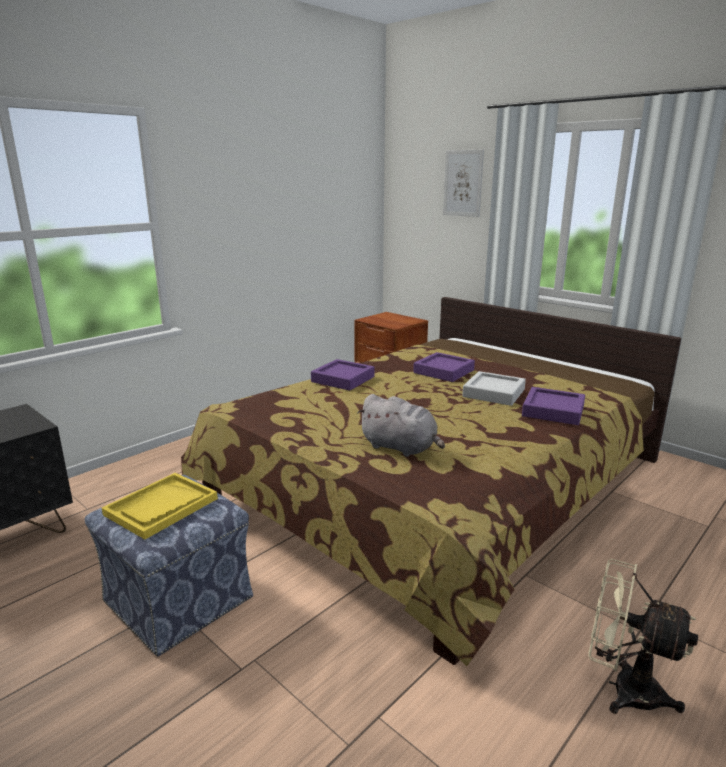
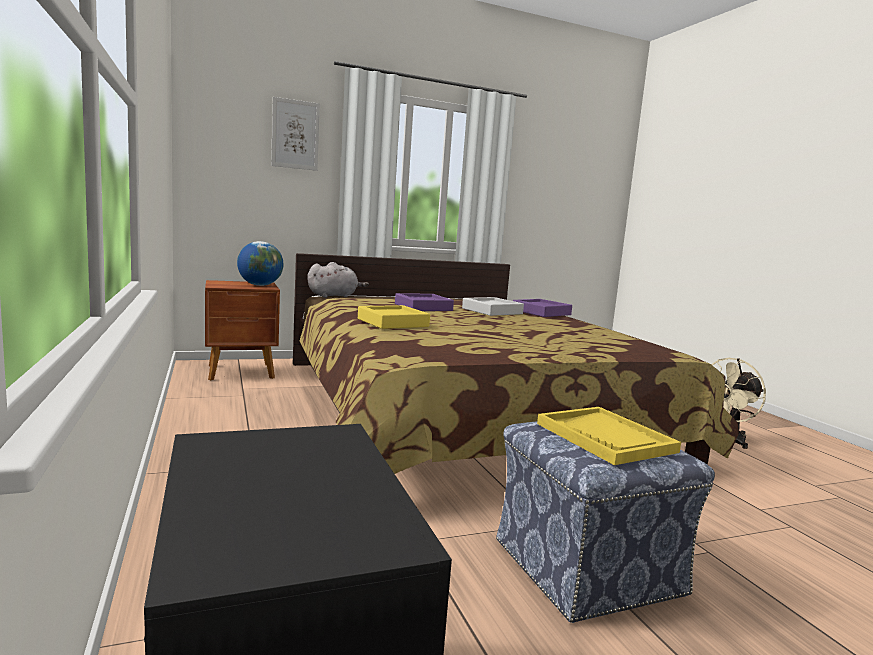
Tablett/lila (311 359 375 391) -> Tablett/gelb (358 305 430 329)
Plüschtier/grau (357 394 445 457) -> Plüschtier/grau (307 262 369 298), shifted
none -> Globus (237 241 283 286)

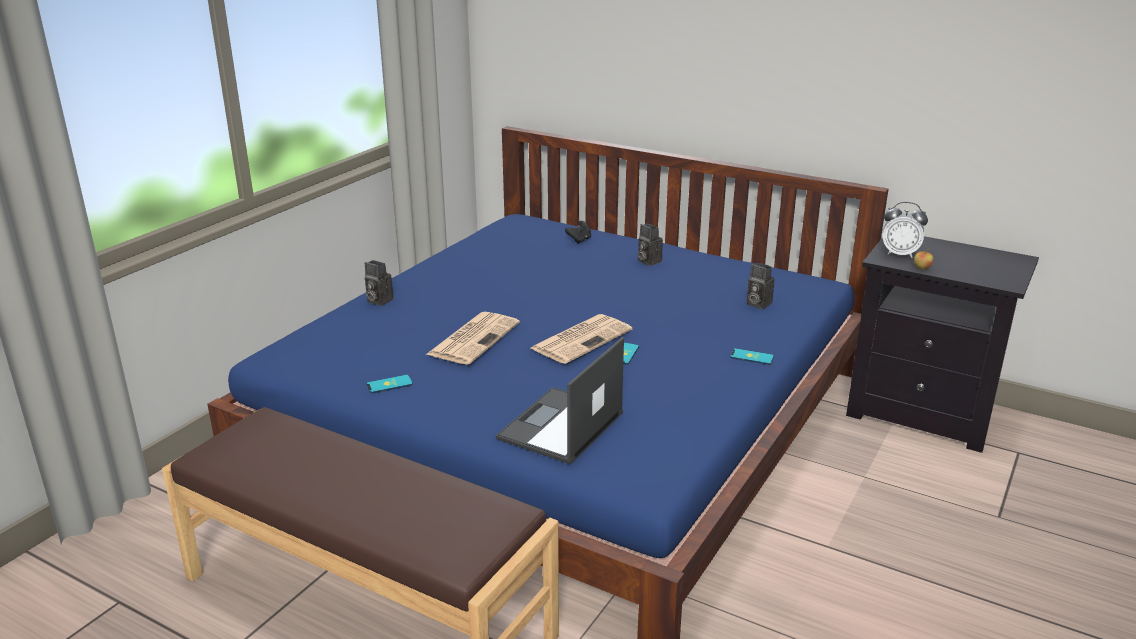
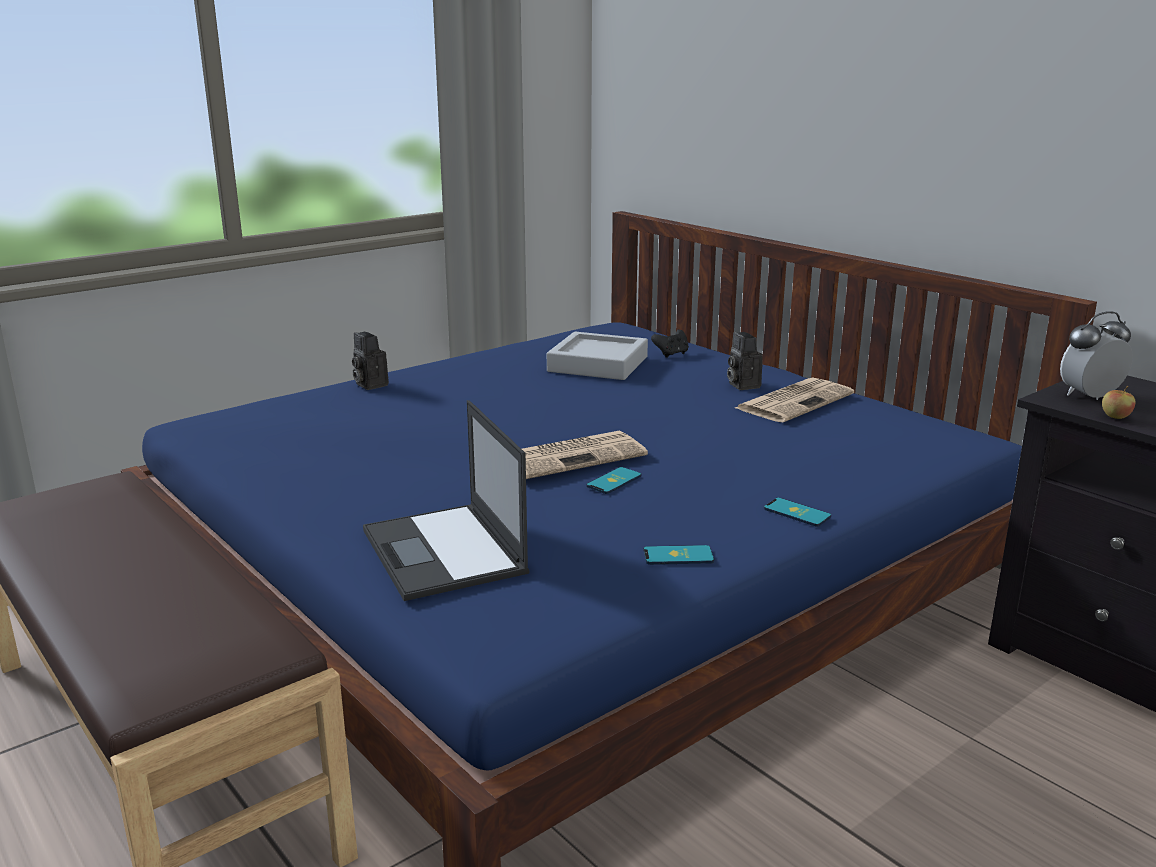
Wecker (883 202 928 258) -> Wecker (1060 311 1133 400), 120 degrees clockwise
Kamera (747 263 775 309) -> none
Zeitung (426 312 520 365) -> Zeitung (735 378 854 422), shifted
Laptop (496 337 624 464) -> Laptop (363 400 530 601), 75 degrees counterclockwise
Handy (367 375 413 393) -> Handy (644 545 714 565), shifted
none -> Tablett/grau (547 332 648 380)

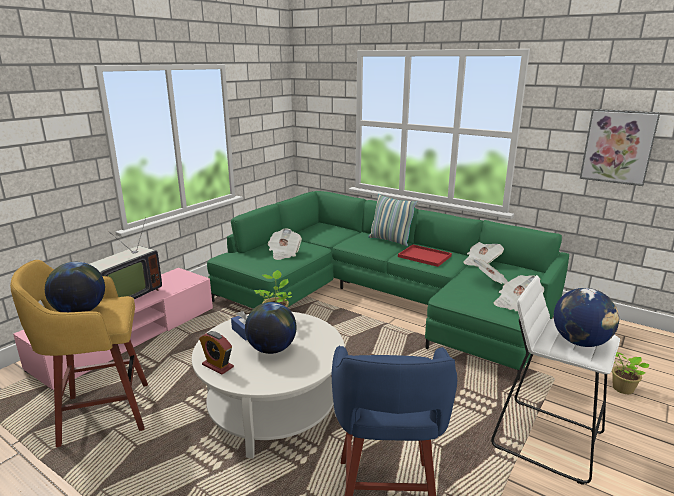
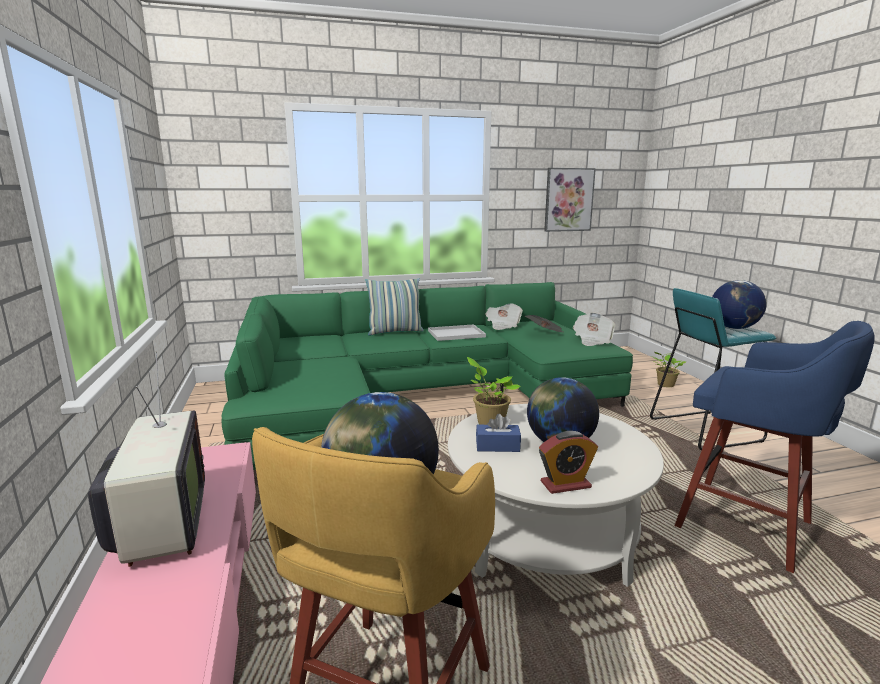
Zeitung (268 228 302 260) -> none
Tablett/rot (398 245 452 267) -> Tablett/weiß (428 324 486 341)
Hocker/weiß (491 275 620 485) -> Hocker/türkis (650 288 776 450)

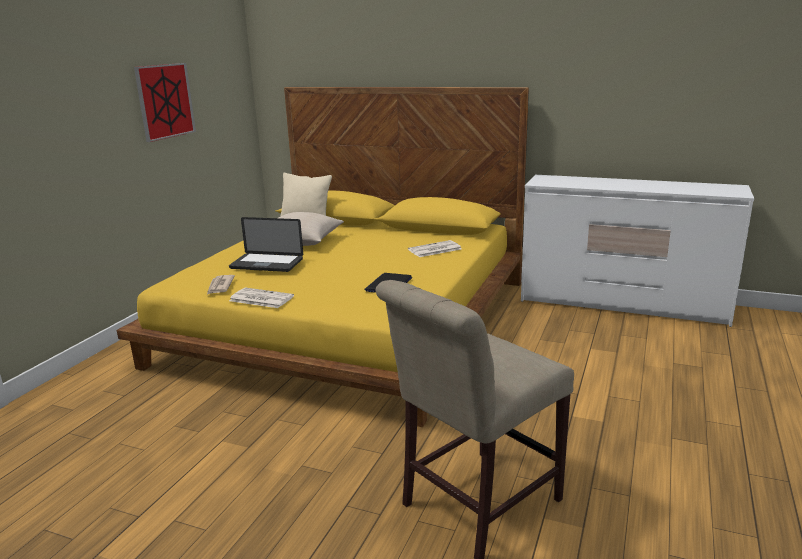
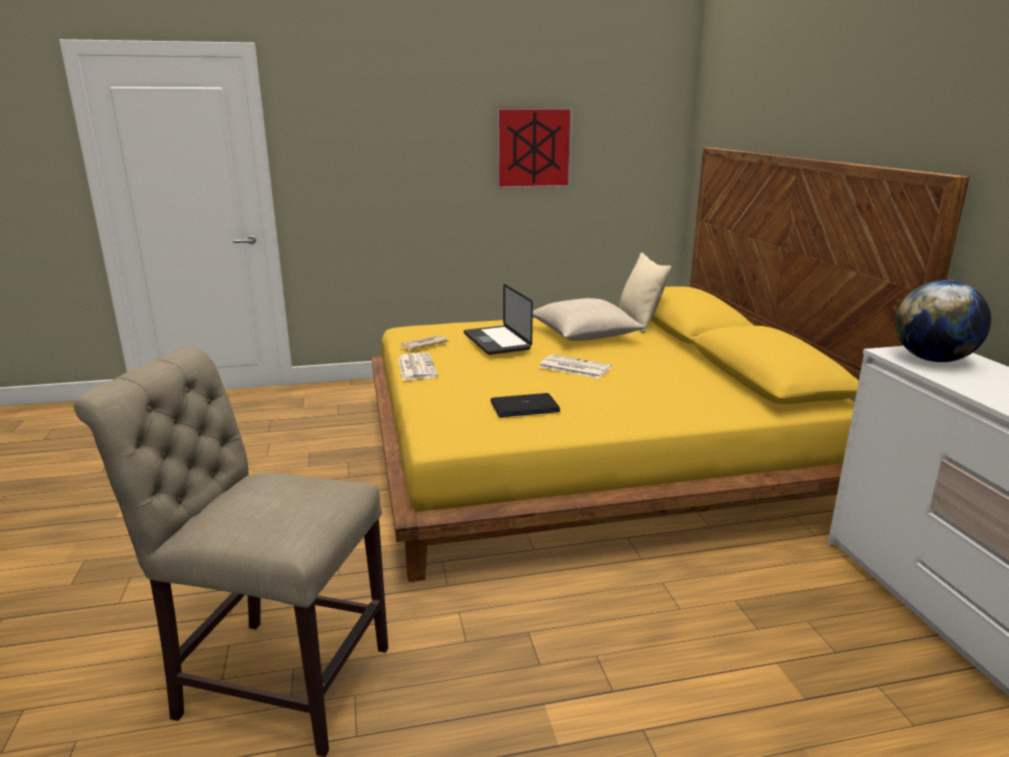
Zeitung (408 240 461 257) -> Zeitung (539 354 612 379), shifted
none -> Globus (895 280 991 362)

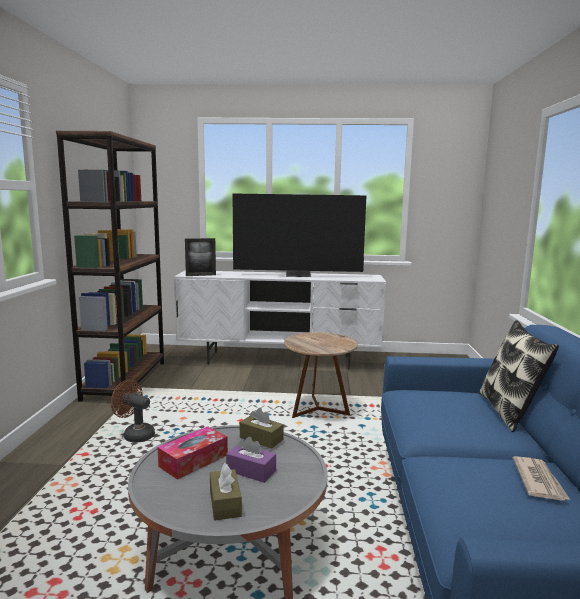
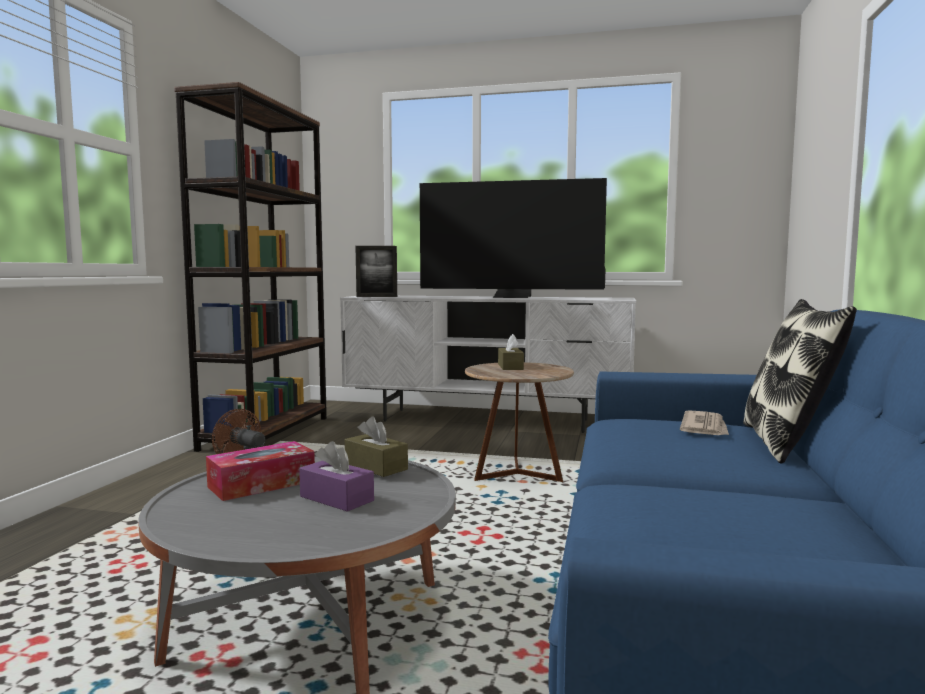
Zeitung (513 456 570 501) -> Zeitung (680 410 729 435), shifted
Taschentuchbox/braun (210 463 242 521) -> Taschentuchbox/braun (498 334 524 370), shifted

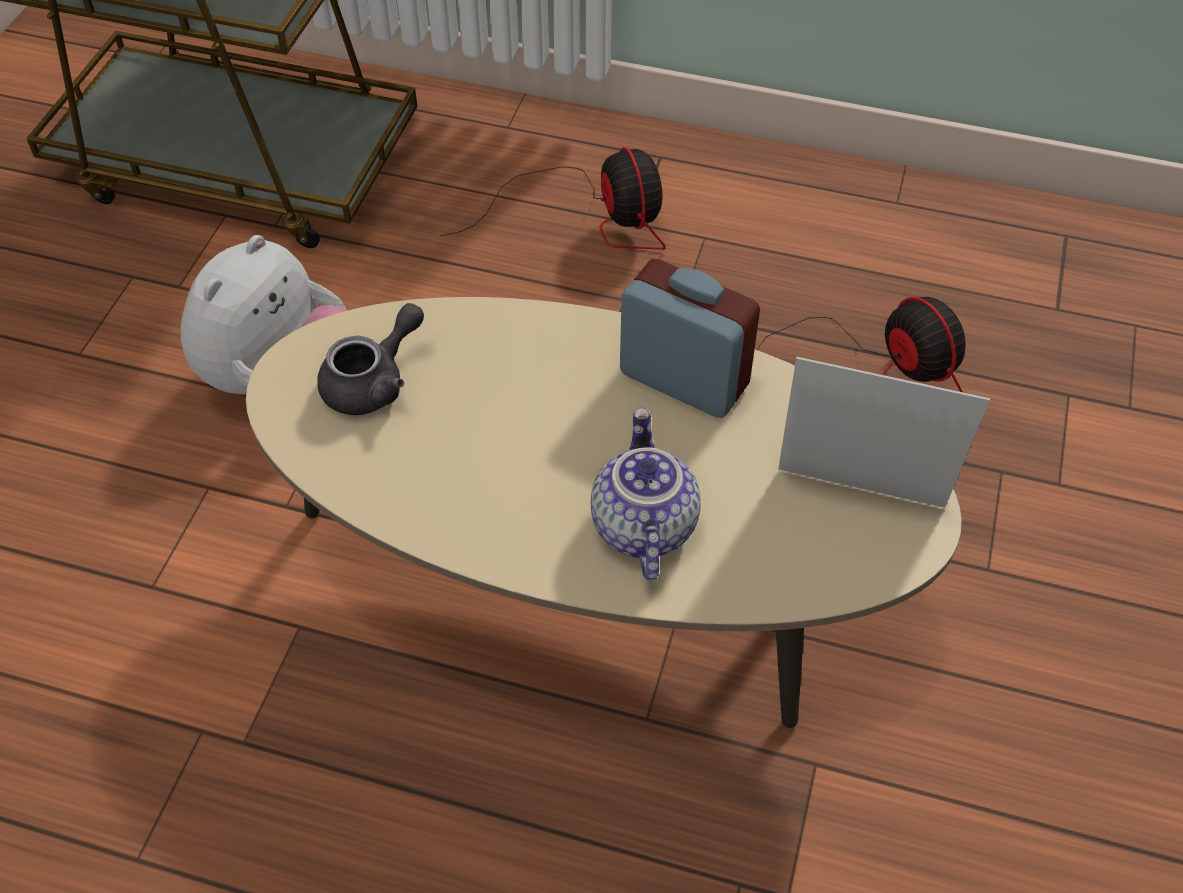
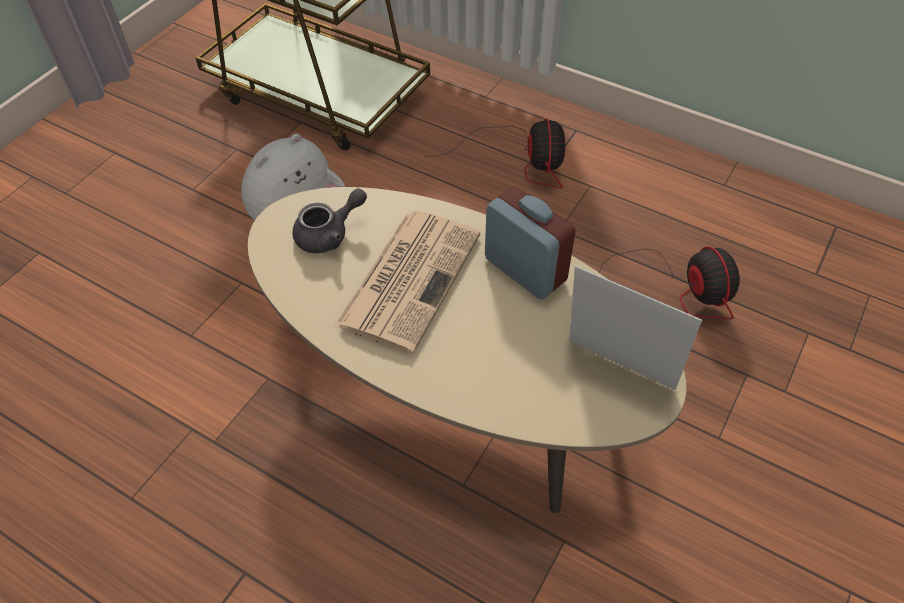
Teekanne (591 408 701 580) -> none
none -> Zeitung (334 211 480 354)

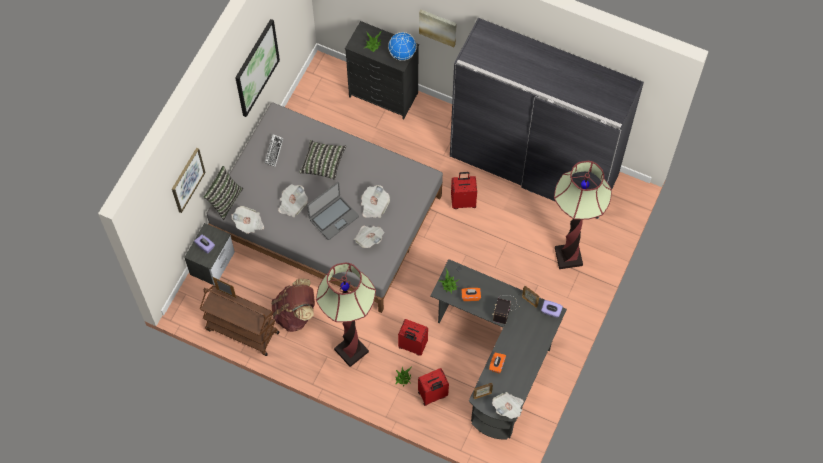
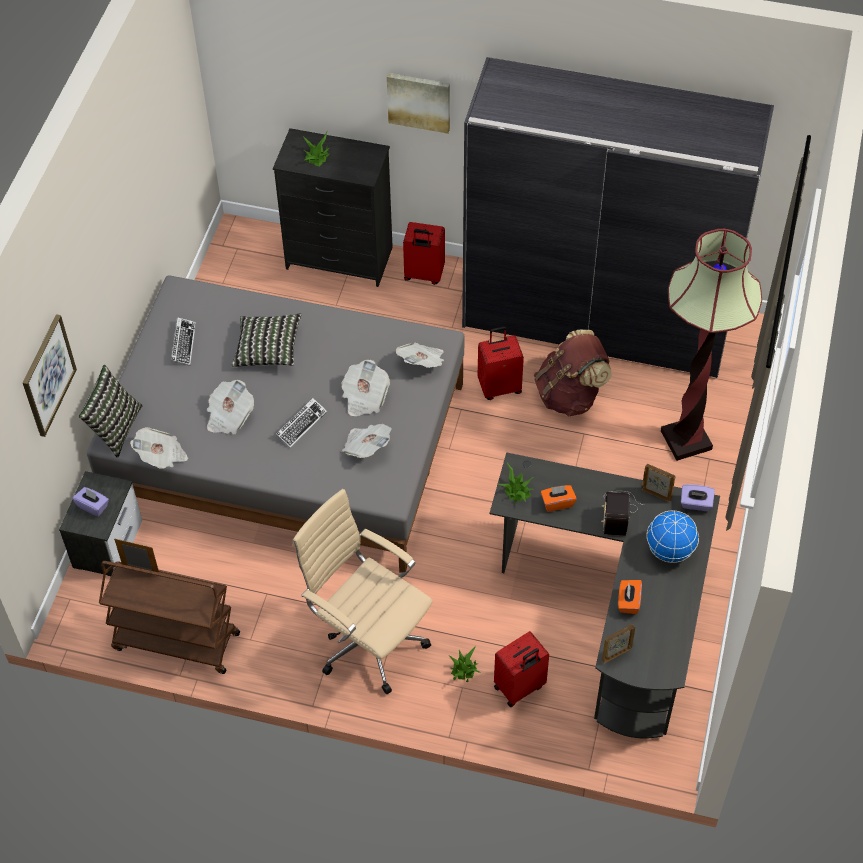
Bild (235 19 280 117) -> none
Globus (388 32 417 61) -> Globus (646 510 699 563), shifted
Laptop (307 182 359 240) -> Tastatur (276 398 327 448)
Stehlampe (316 262 376 367) -> Bürostuhl/beige (293 489 433 694)
Rucksack/braun (271 279 315 332) -> Rucksack/braun (534 330 612 416), shifted
Koffer/rot (398 319 428 356) -> Koffer/rot (403 222 445 285), shifted
Zeitung (492 392 524 419) -> Zeitung (396 343 444 368), shifted

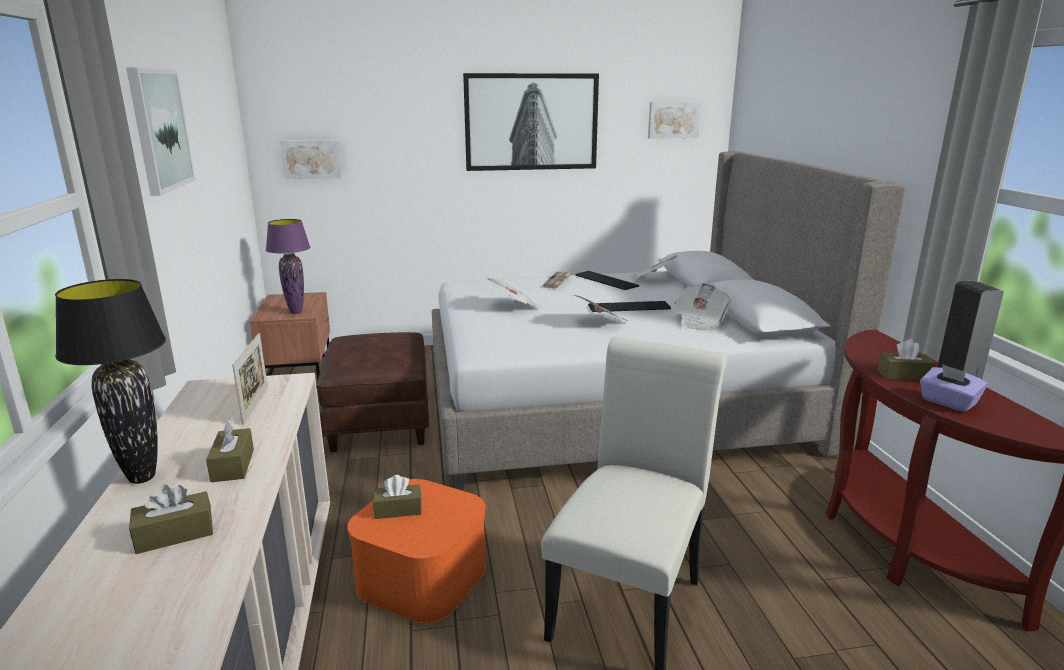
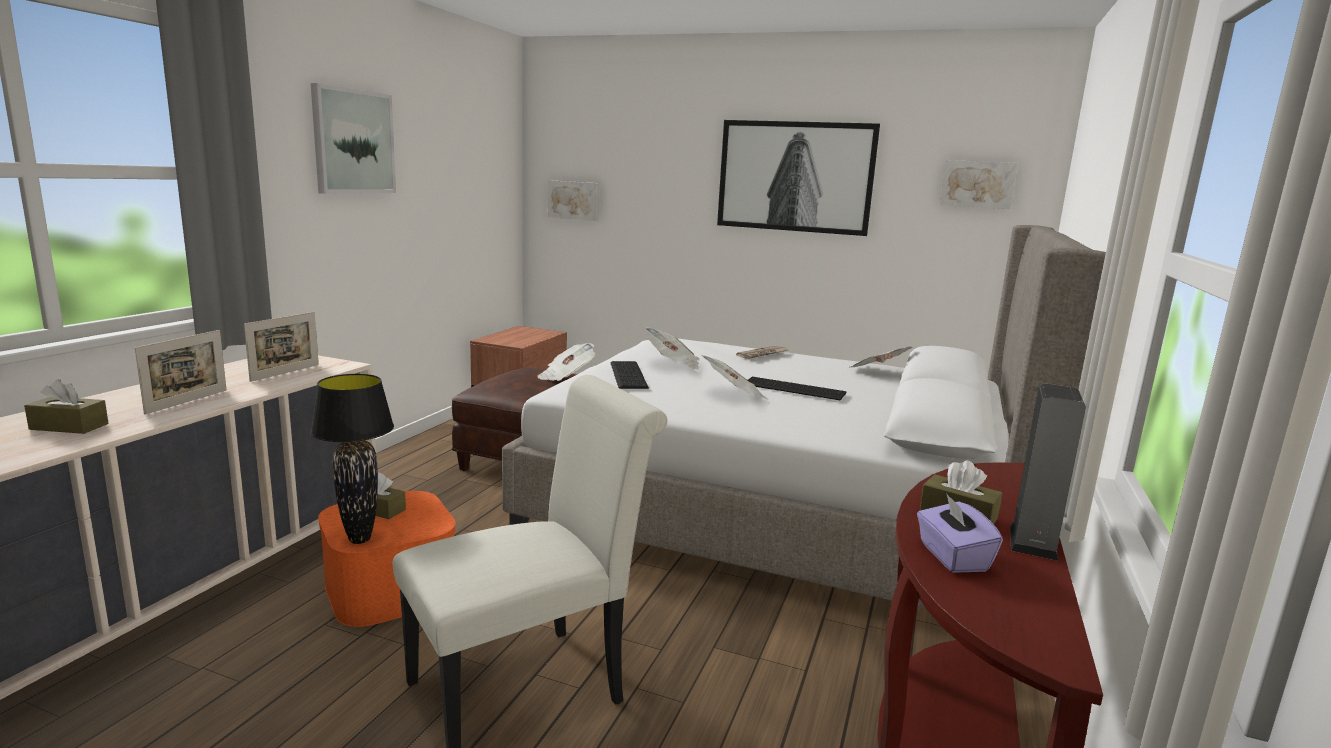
Tischlampe/lila (266 219 310 314) -> none
Tastatur (575 271 639 290) -> Tastatur (610 361 649 389), shifted
Tischlampe/schwarz (55 279 166 484) -> Tischlampe/schwarz (310 374 394 544), shifted
Zeitung (674 283 732 329) -> Zeitung (538 343 595 381), shifted
Taschentuchbox/braun (206 420 254 482) -> Bilderrahmen (135 330 226 414)

